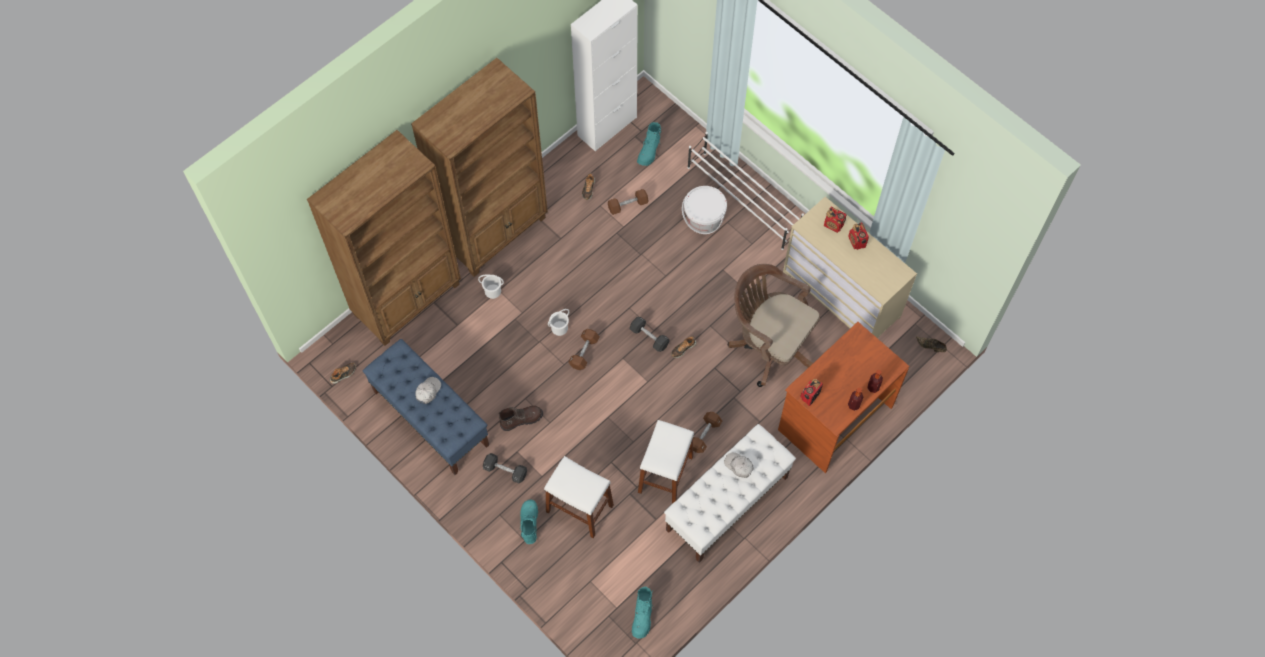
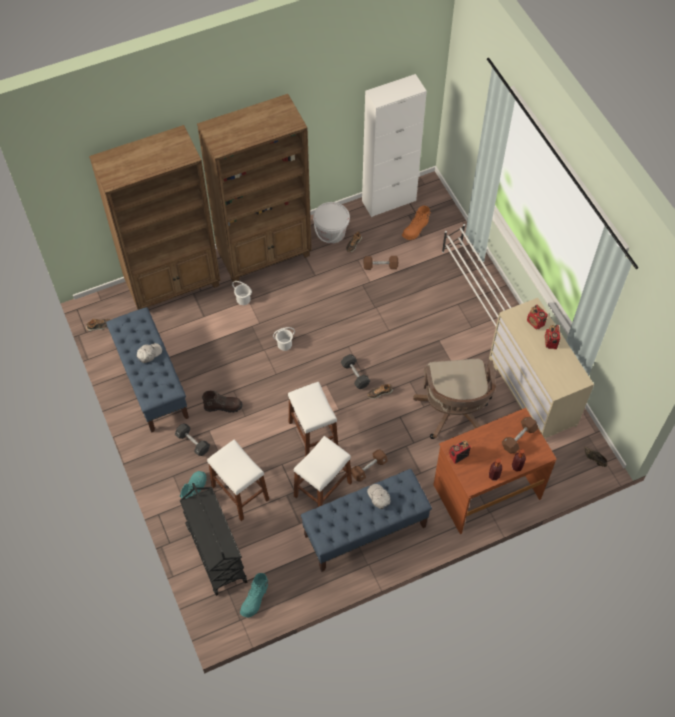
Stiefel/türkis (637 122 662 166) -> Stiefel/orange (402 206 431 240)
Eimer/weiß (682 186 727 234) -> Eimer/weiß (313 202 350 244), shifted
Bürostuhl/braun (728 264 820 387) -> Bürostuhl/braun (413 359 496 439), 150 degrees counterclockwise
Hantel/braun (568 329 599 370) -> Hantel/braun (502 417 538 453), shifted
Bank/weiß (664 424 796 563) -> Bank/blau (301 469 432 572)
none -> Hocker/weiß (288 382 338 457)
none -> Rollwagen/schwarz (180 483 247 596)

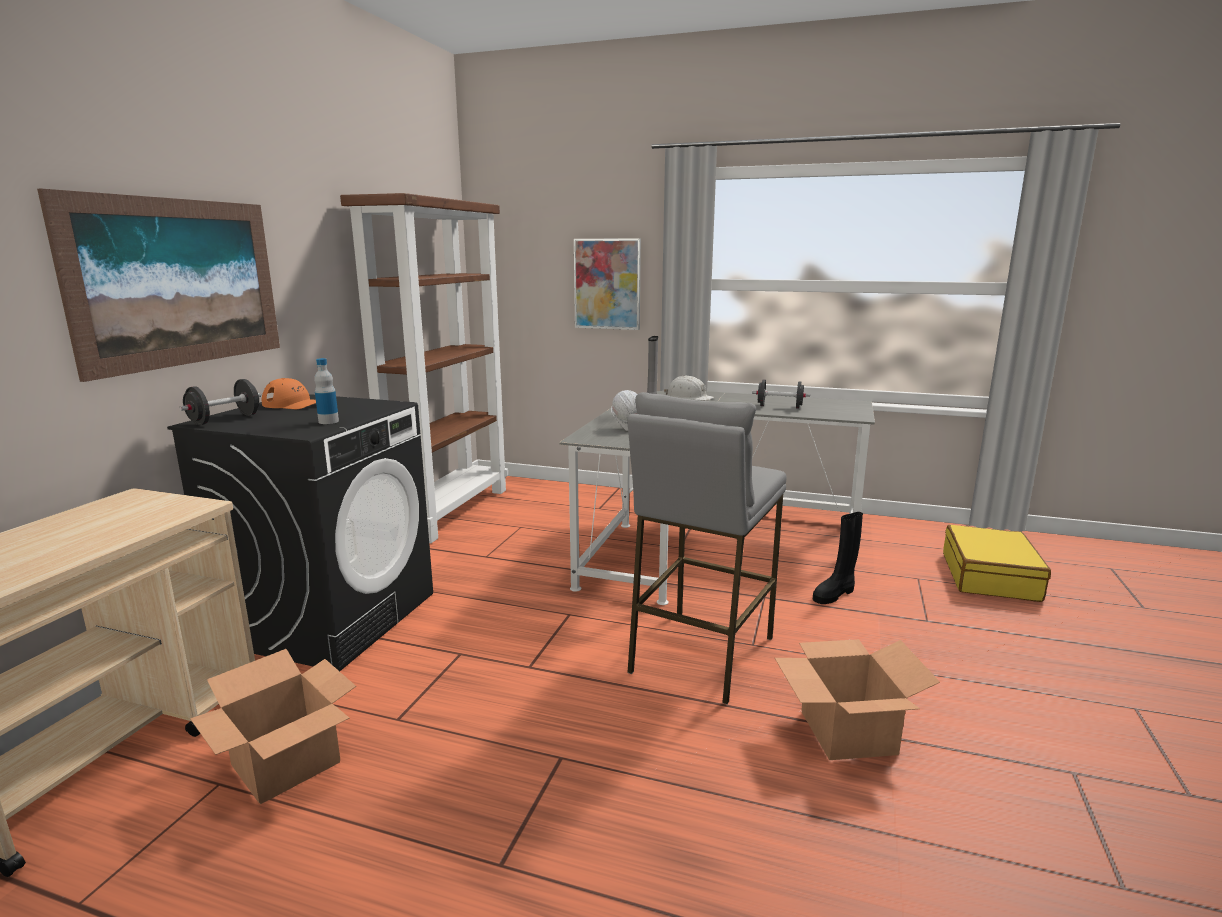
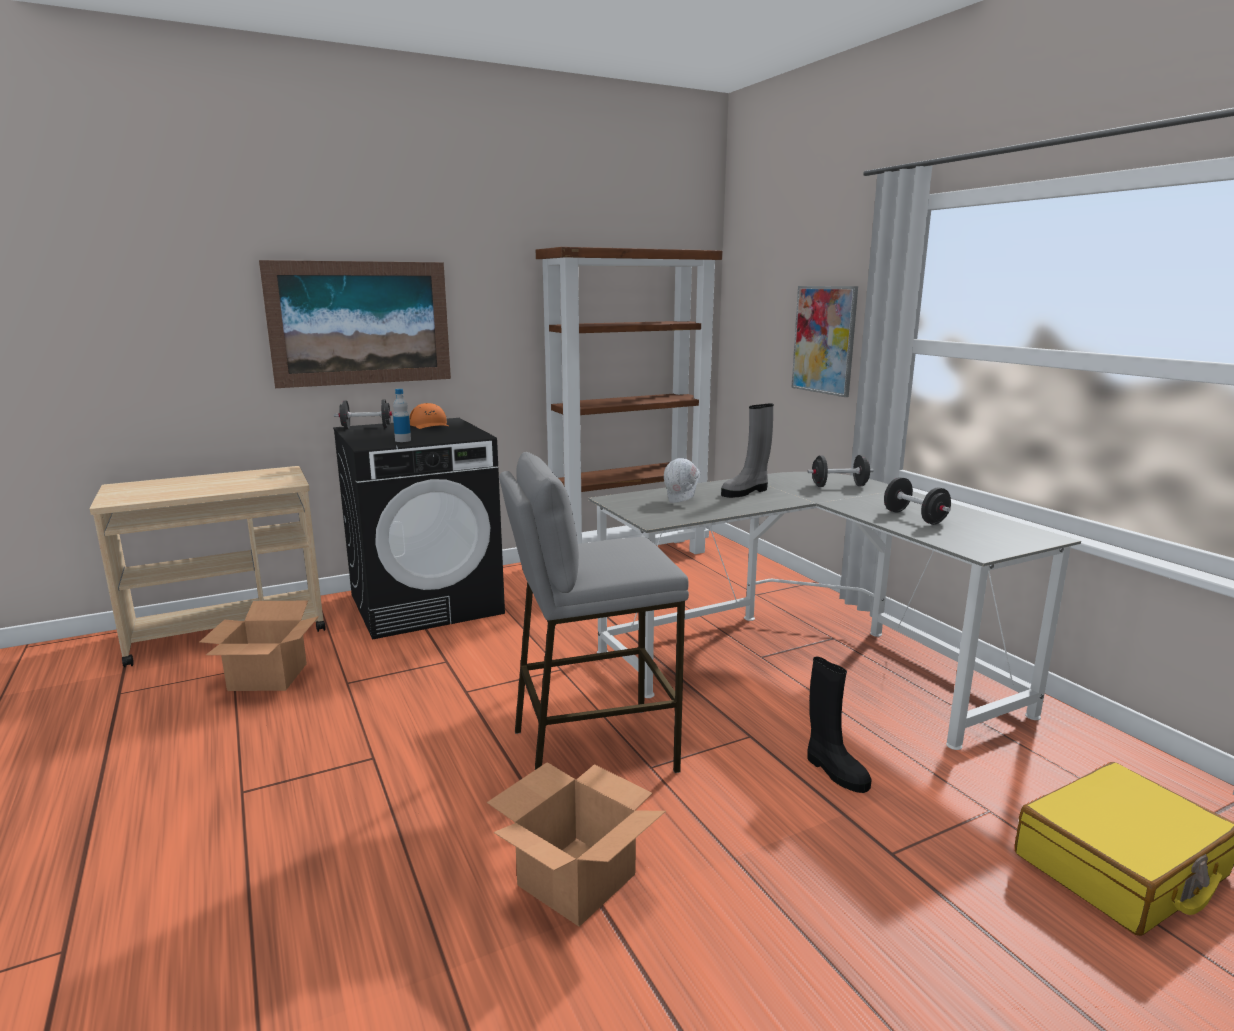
Schutzhelm/weiß (664 376 714 401) -> Hantel/schwarz (807 455 874 487)
Stiefel/schwarz (813 512 863 604) -> Stiefel/schwarz (807 657 872 793), 135 degrees counterclockwise

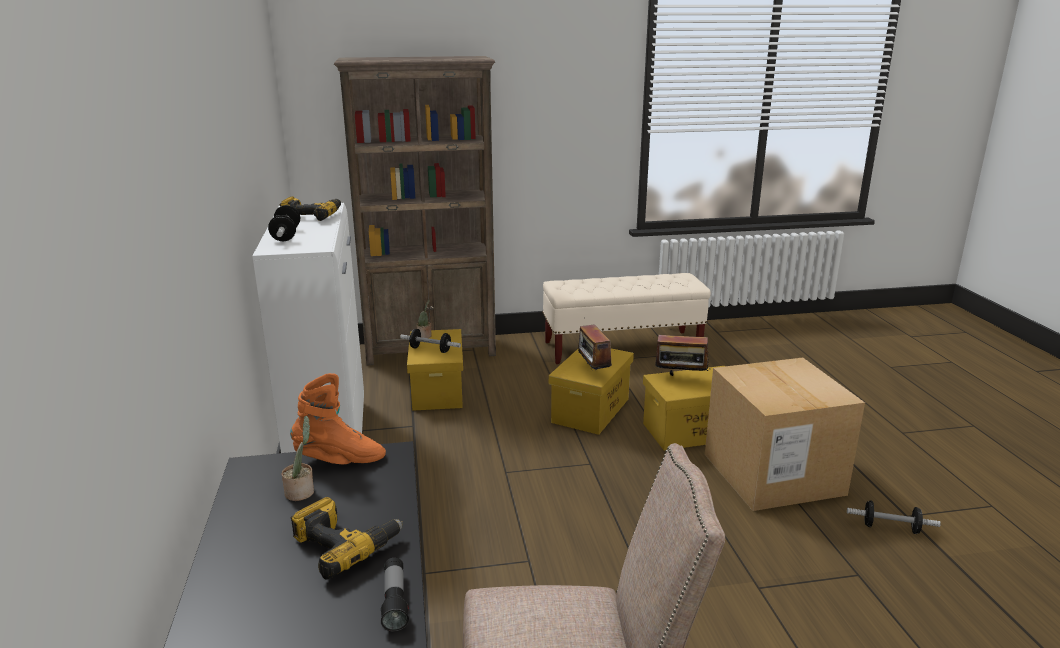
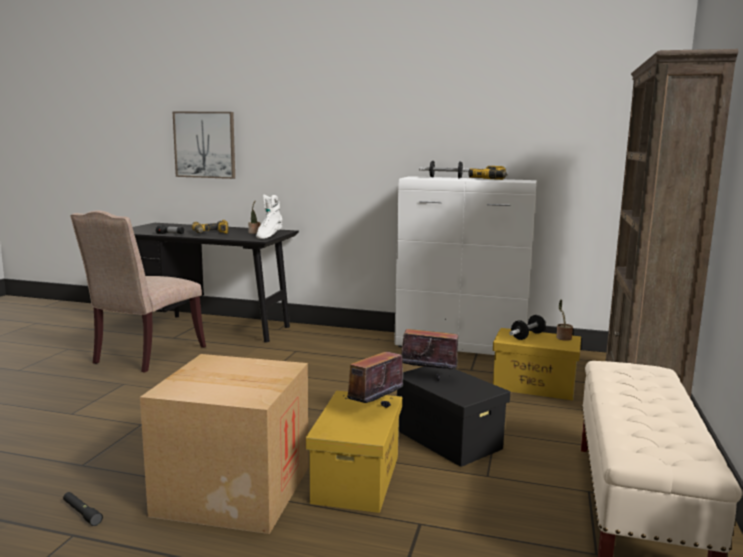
Aufbewahrungsbox/gelb (549 349 634 435) -> Aufbewahrungsbox/schwarz (397 367 510 467)
Stiefel/orange (290 373 386 464) -> Stiefel/weiß (256 195 283 239)
Hantel (847 501 941 534) -> Taschenlampe/schwarz (63 492 103 526)
none -> Bild (173 112 235 179)

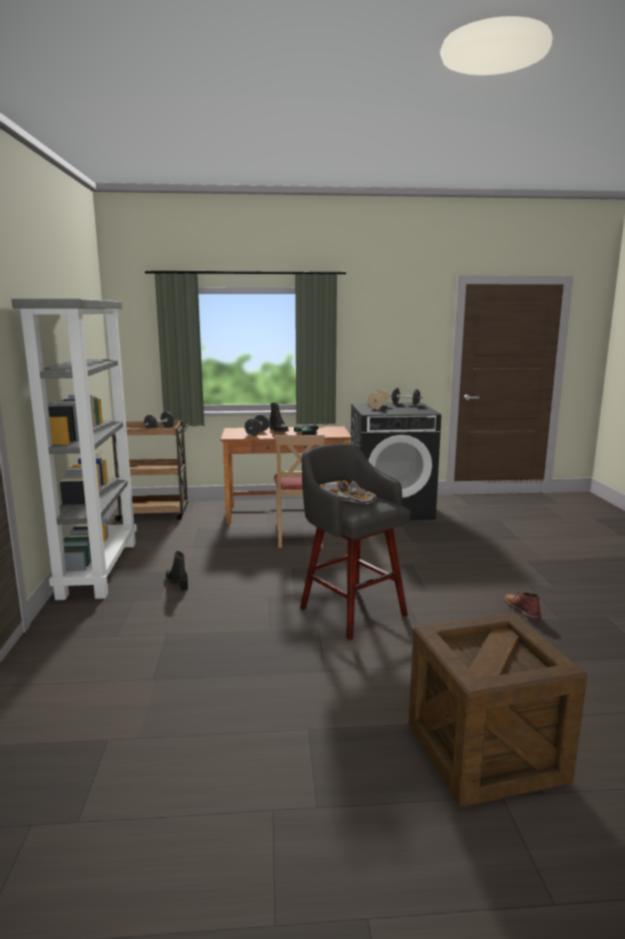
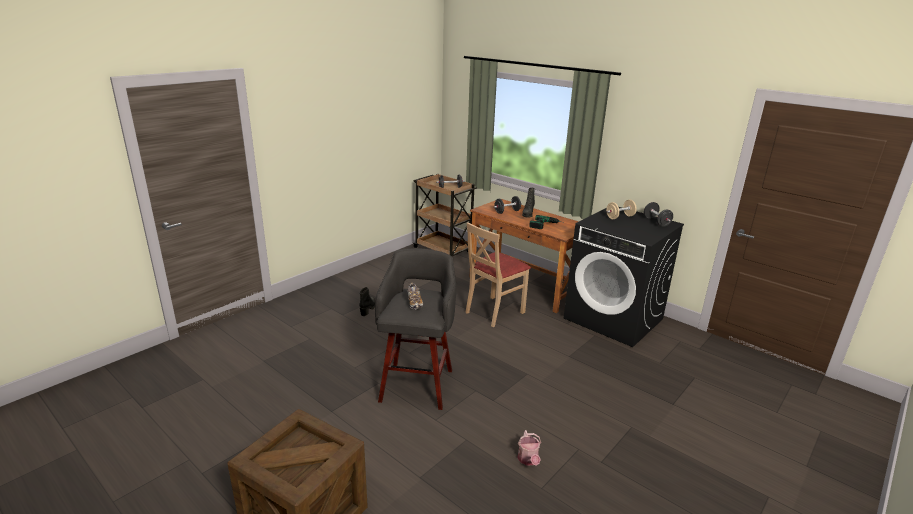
Bücherregal/grau (12 299 137 600) -> none
Stiefel/braun (504 591 541 621) -> Gießkanne (518 430 541 466)

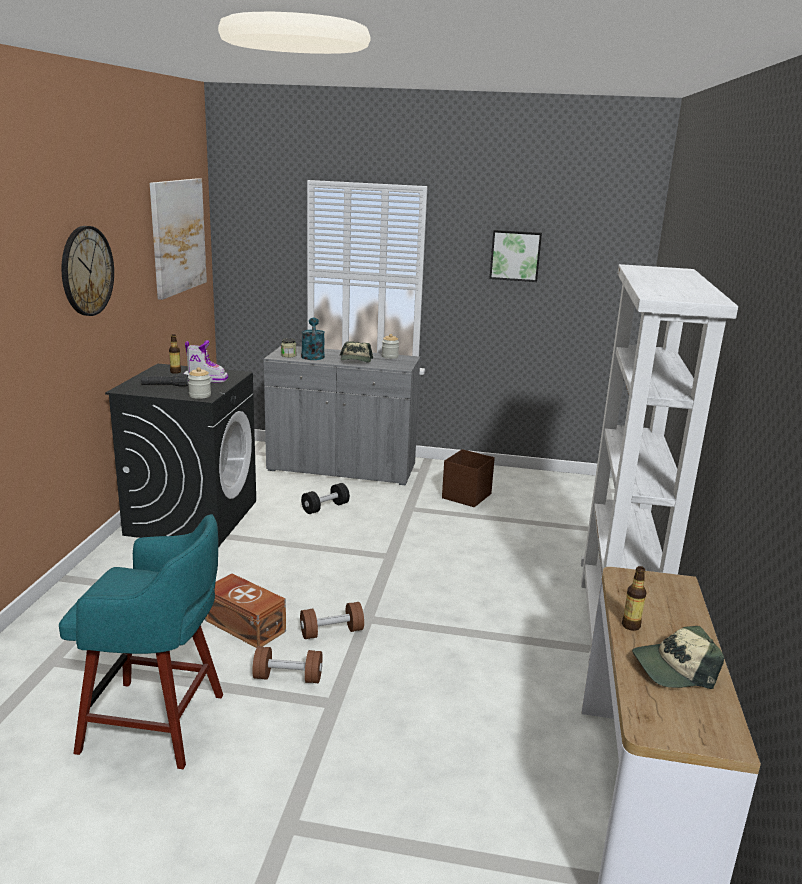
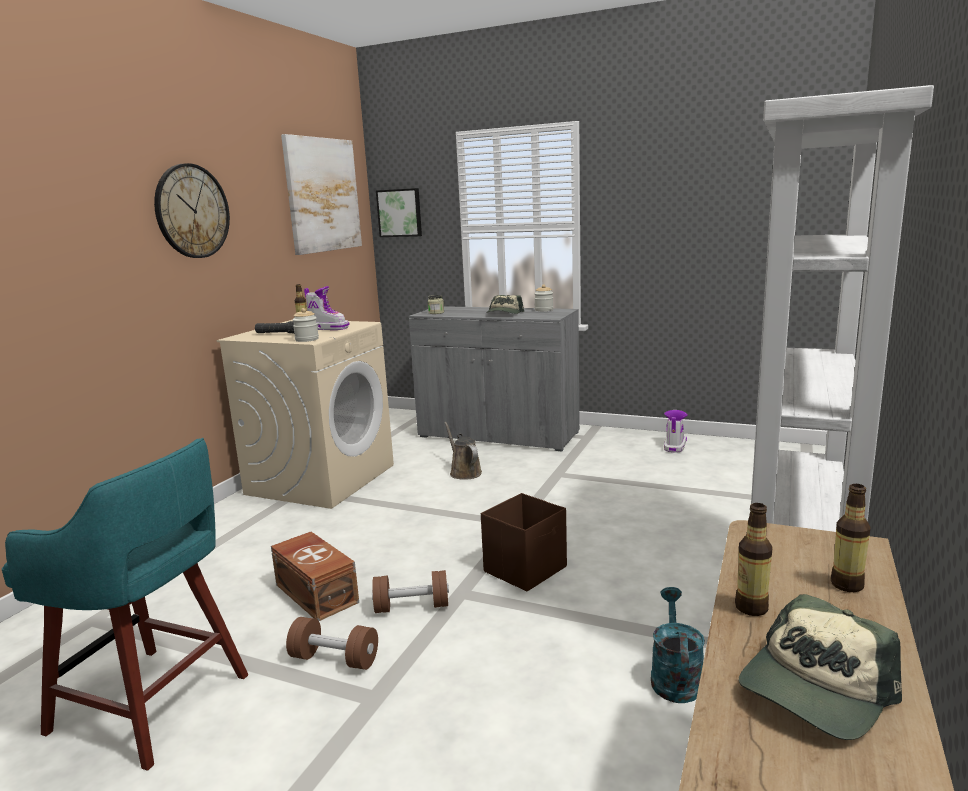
Bild (489 230 542 282) -> Bild (376 188 422 237), shifted
Gießkanne/türkis (301 318 325 360) -> Gießkanne/türkis (651 587 705 703), shifted
Waschmaschine/schwarz (105 364 256 547) -> Waschmaschine/beige (217 320 394 509)
Aufbewahrungsbox/braun (442 449 495 507) -> Aufbewahrungsbox/braun (481 493 567 591), shifted
Hantel/schwarz (301 483 350 514) -> Gießkanne/braun (444 422 482 480)
Kappe (632 626 725 689) -> Kappe (739 594 902 740), 45 degrees counterclockwise
none -> Stiefel (664 410 687 453)
none -> Flasche (830 484 870 592)

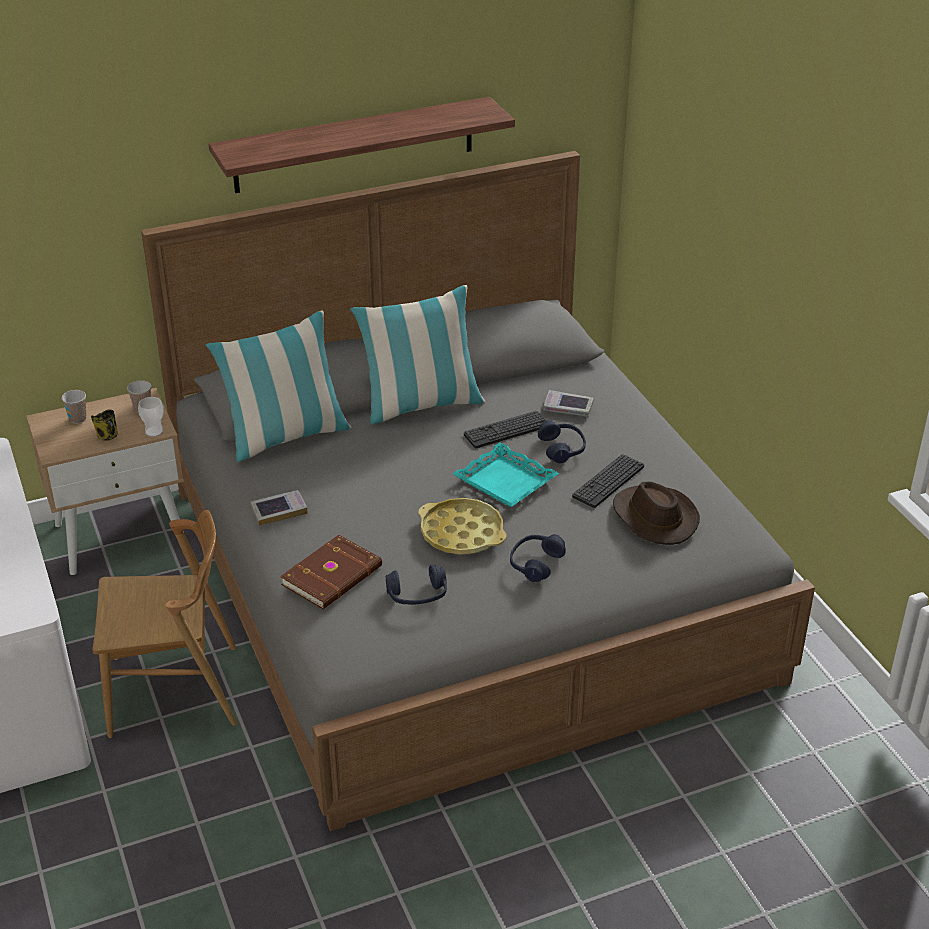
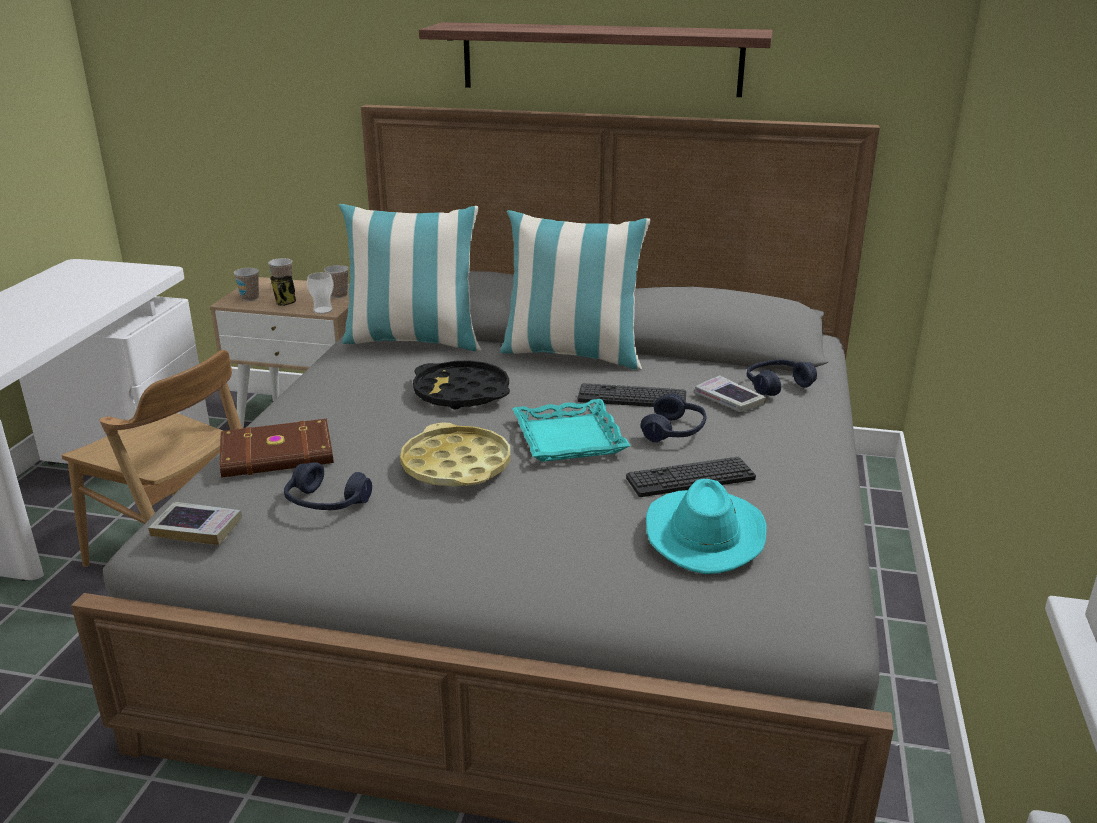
Hut/braun (613 482 700 545) -> Hut/türkis (646 479 766 574)
Buch (250 490 308 526) -> Buch (148 502 242 545), shifted
Kopfhörer/blau (510 534 566 582) -> Kopfhörer/blau (747 360 817 396), shifted
none -> Tasse (234 268 259 301)
none -> Tablett/schwarz (413 360 510 409)

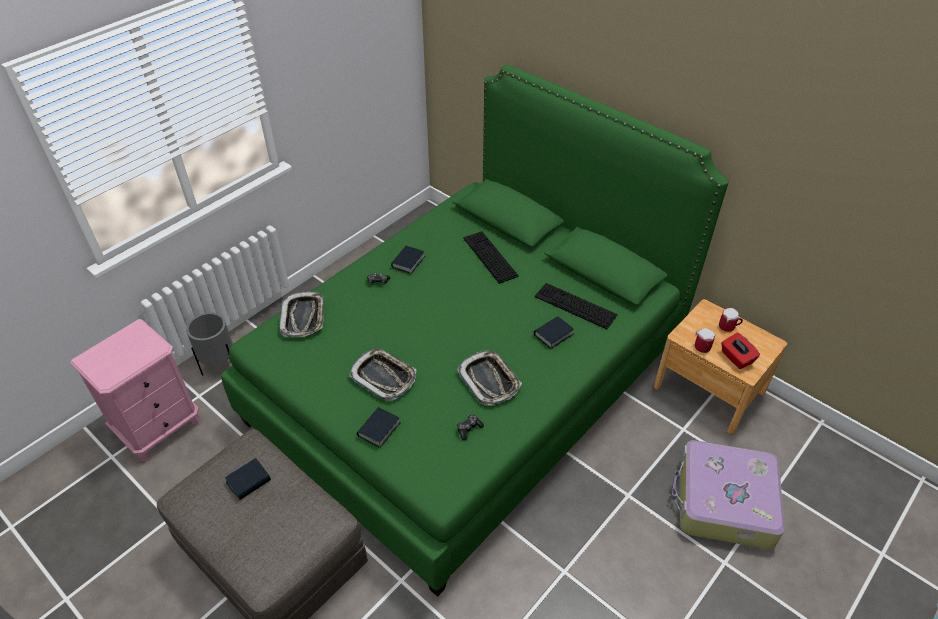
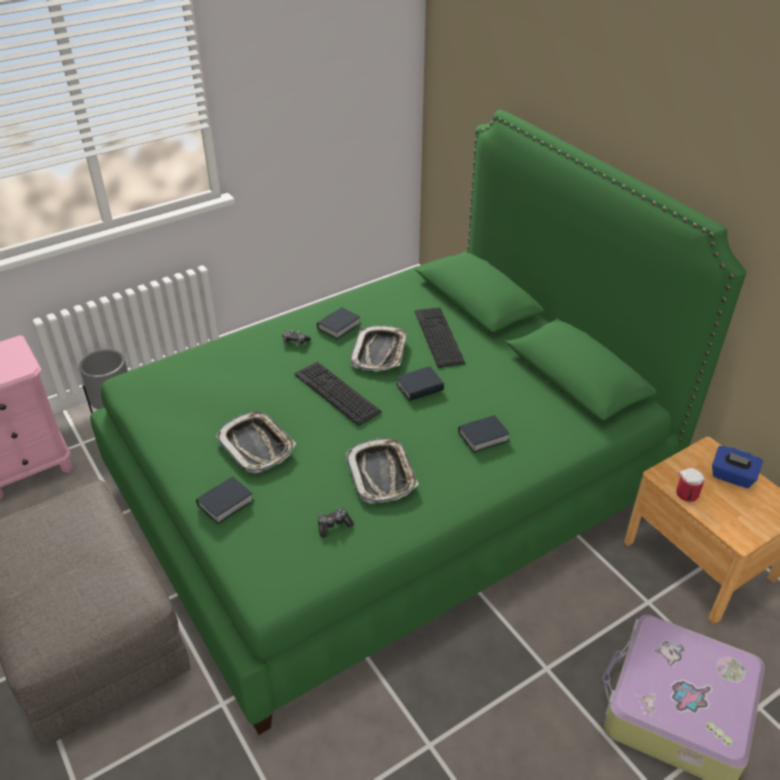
Tastatur (535 283 618 329) -> Tastatur (294 362 382 426), shifted
Tablett (279 291 324 337) -> Tablett (350 325 408 371), shifted
Henkelbecher (719 308 743 332) -> Taschentuchbox/blau (712 446 763 488)
Taschentuchbox/rot (721 333 760 369) -> none
Buch (225 458 271 500) -> Buch (396 366 444 401), shifted

